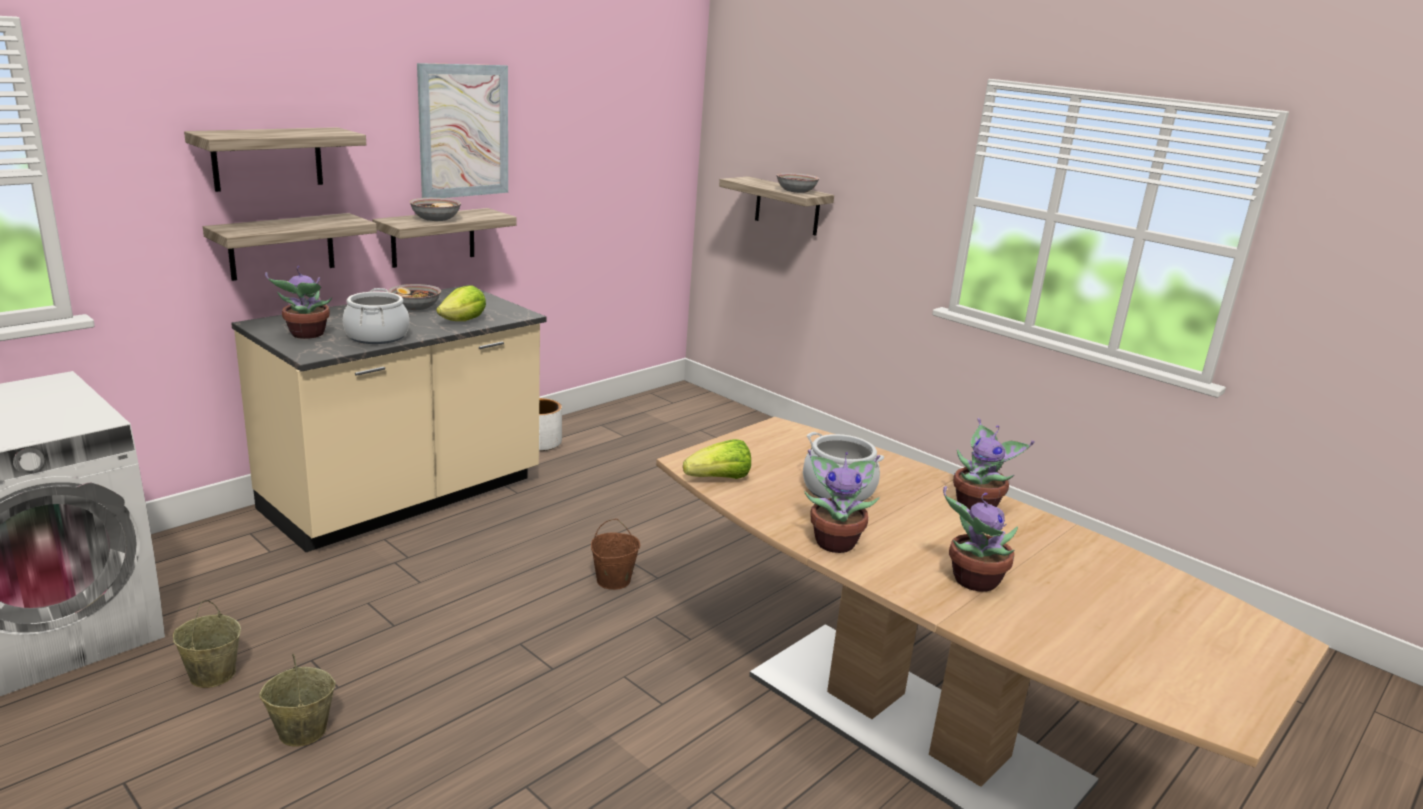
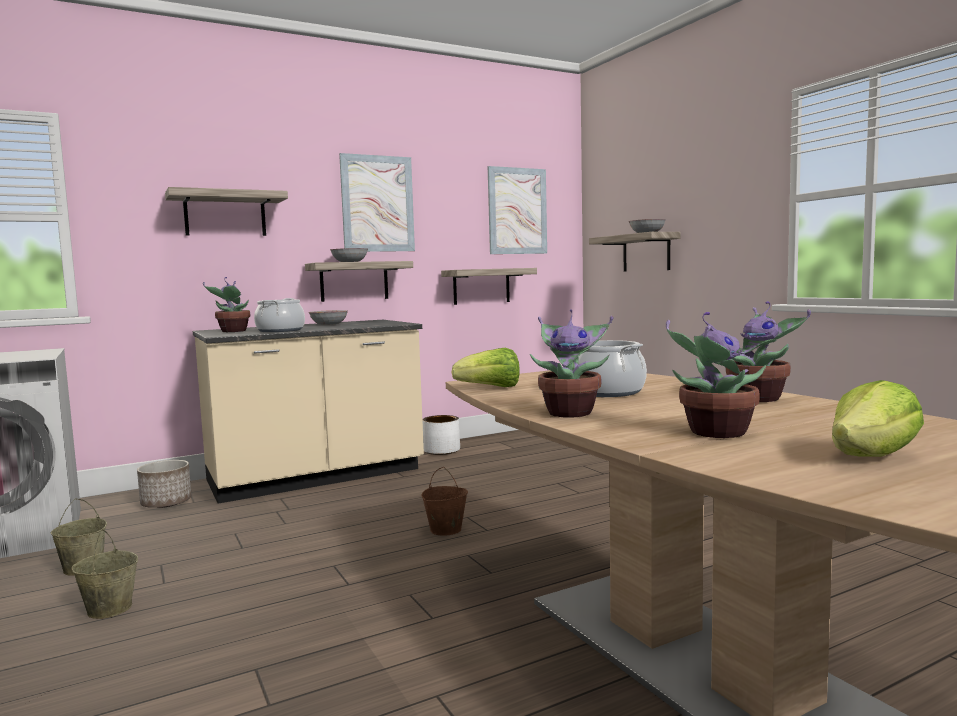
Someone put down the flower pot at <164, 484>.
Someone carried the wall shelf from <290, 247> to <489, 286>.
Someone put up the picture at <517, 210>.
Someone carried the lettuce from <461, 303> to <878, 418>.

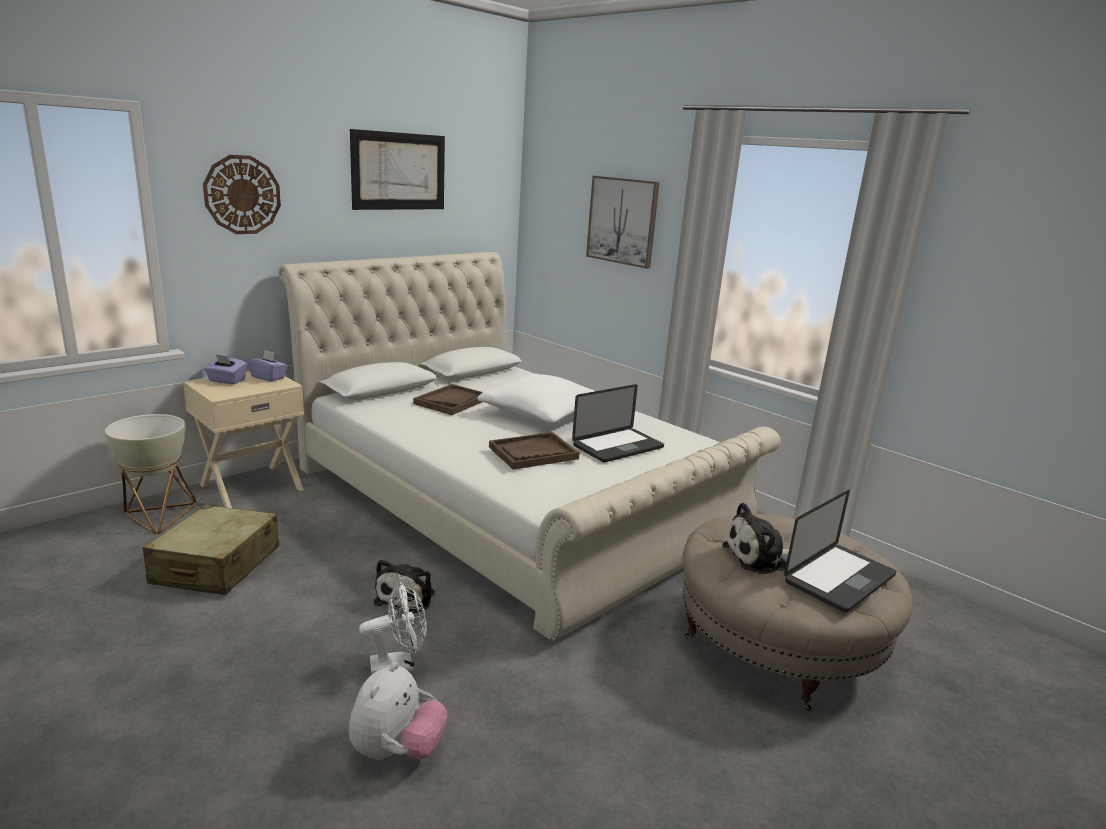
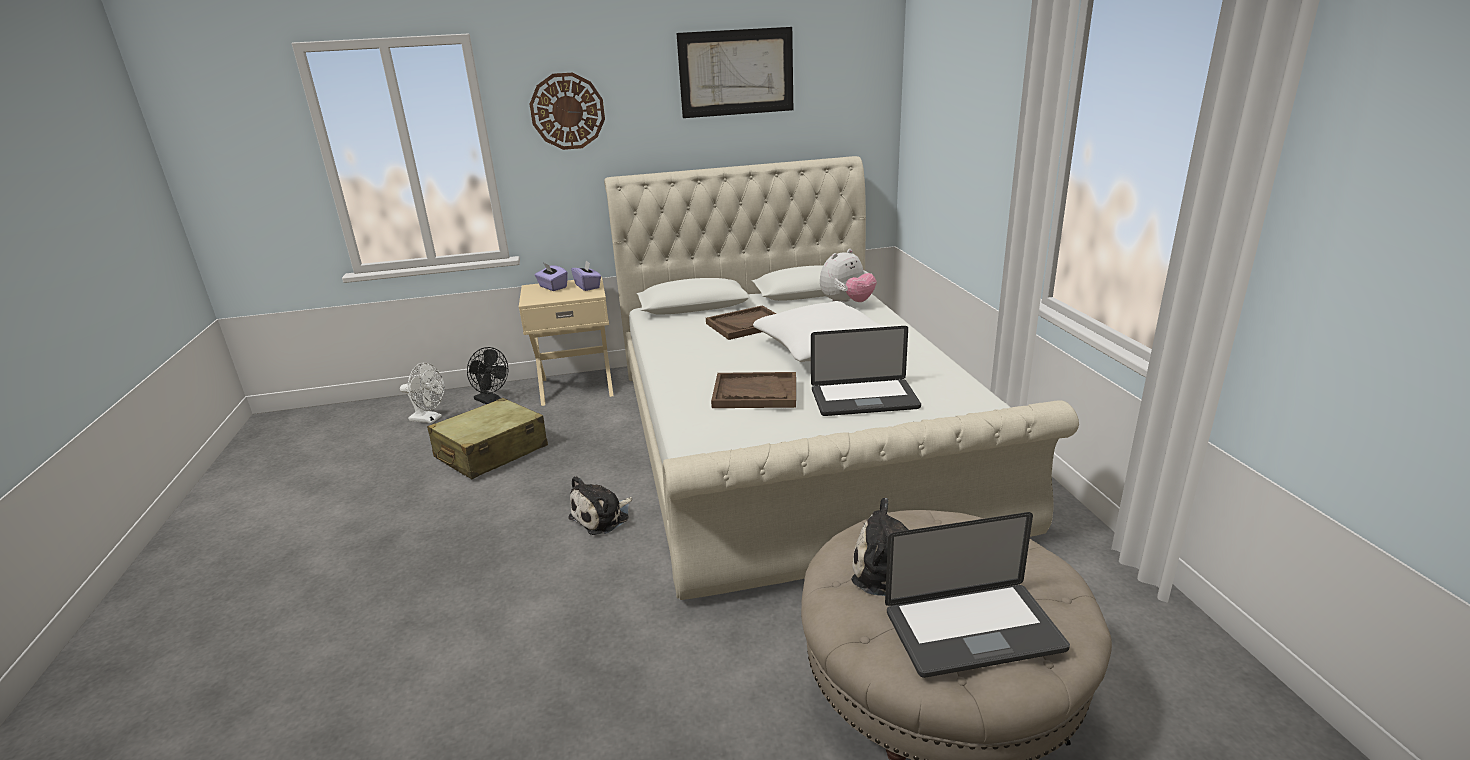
Someone carried the white electric fan from <393, 628> to <422, 392>.
Someone swapped the flower pot at <151, 474> for the black-coloured electric fan at <487, 375>.
Someone carried the soft toy from <398, 711> to <848, 275>.
Someone took away the picture at <623, 222>.

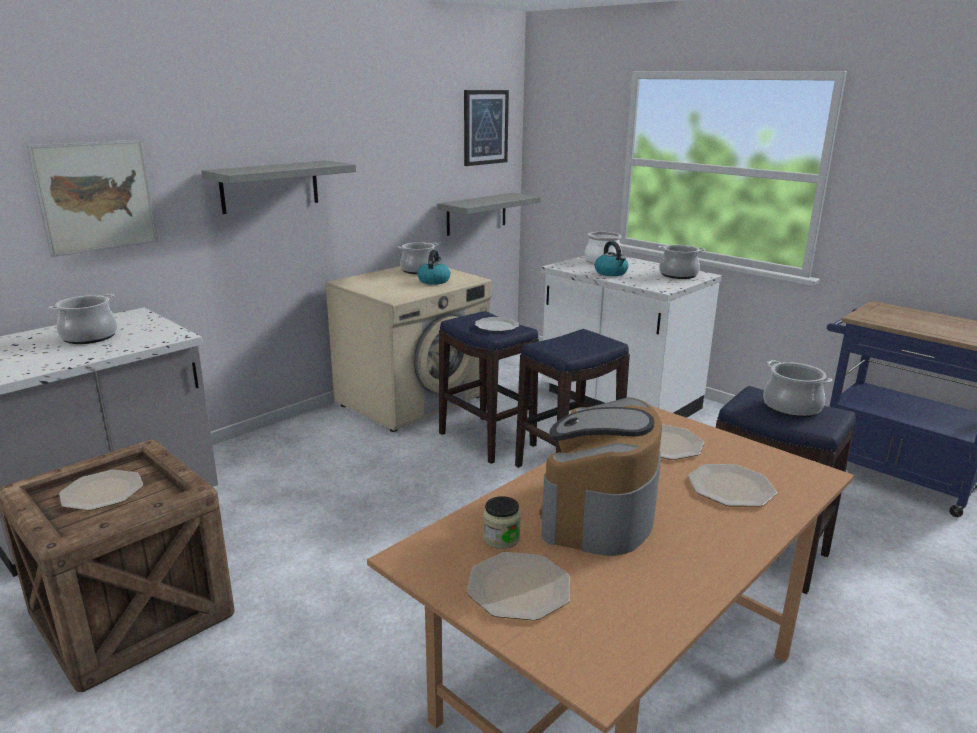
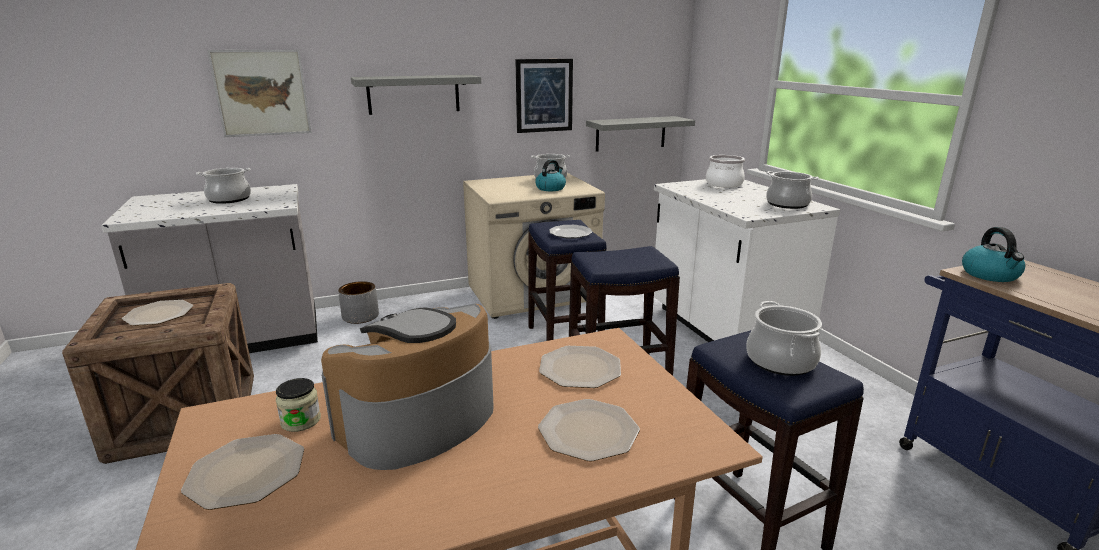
Someone put down the gray flower pot at <358, 302>.
Someone carried the picture from <486, 128> to <544, 96>.
Someone carried the water kettle from <612, 258> to <993, 254>.

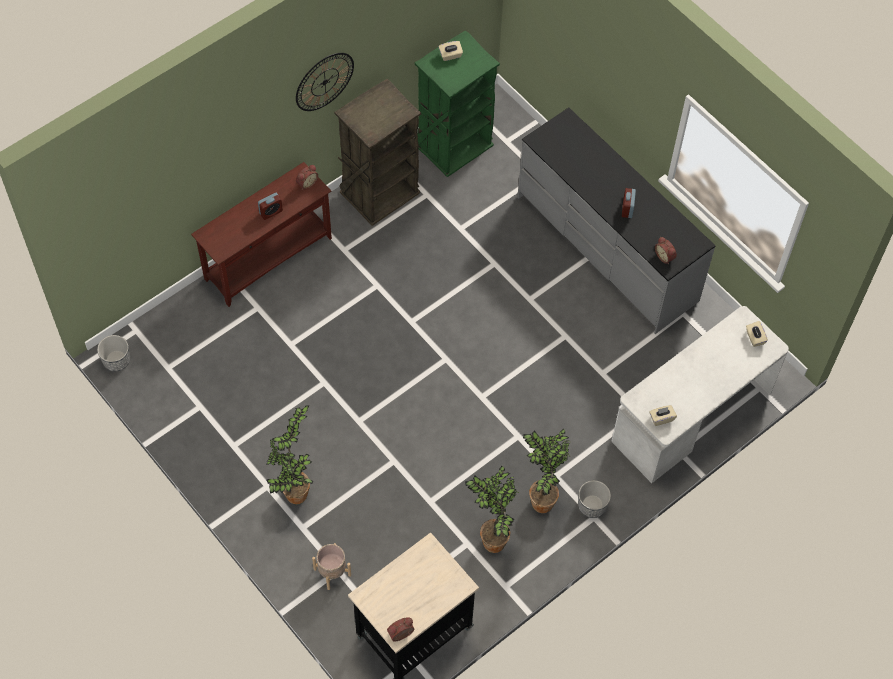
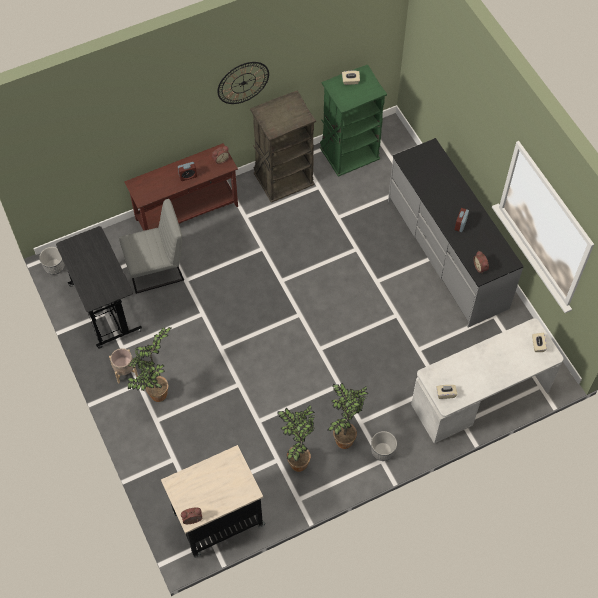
Someone put down the black-coloured desk at <99, 287>.
Someone carried the beige-coloured flower pot from <331, 566> to <123, 365>.
Someone put down the gray plain chair at <151, 246>.

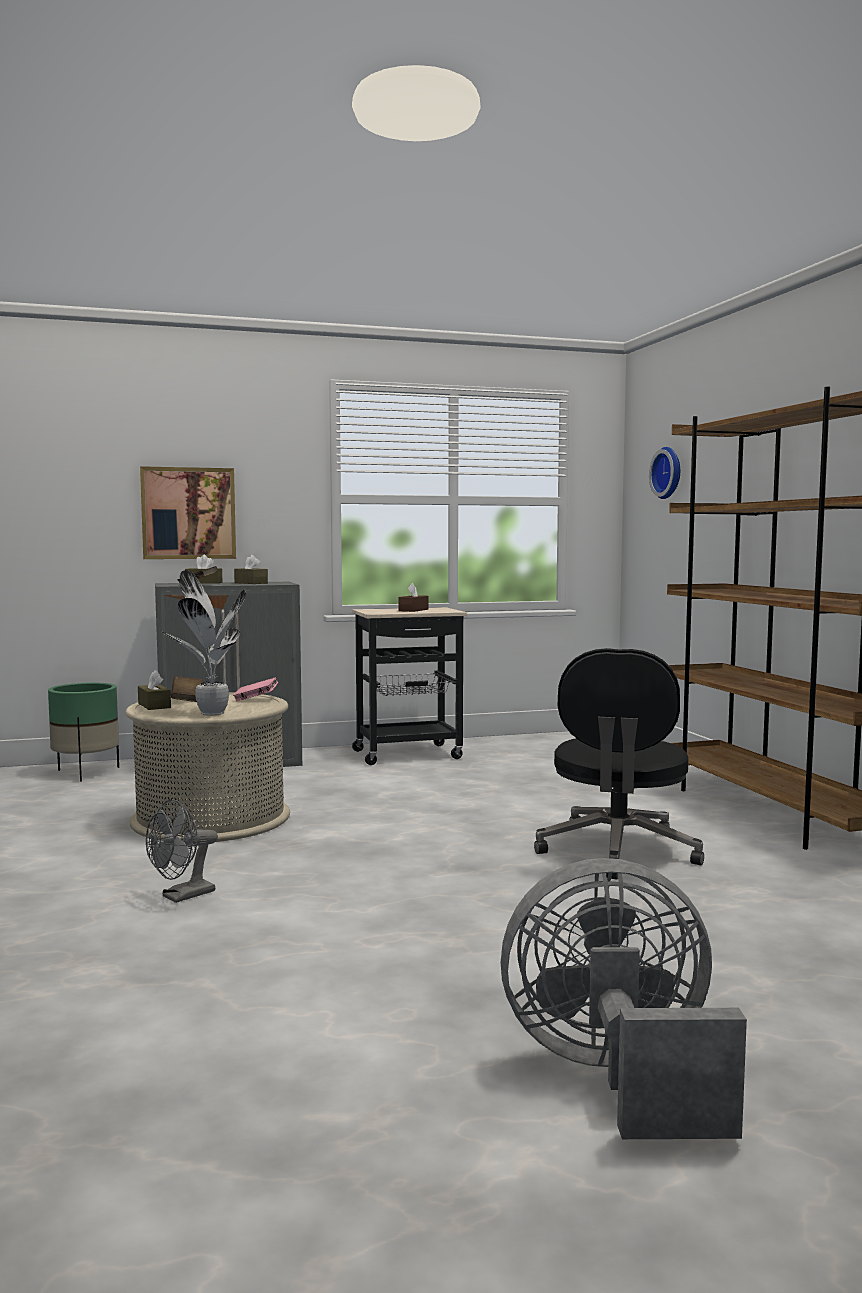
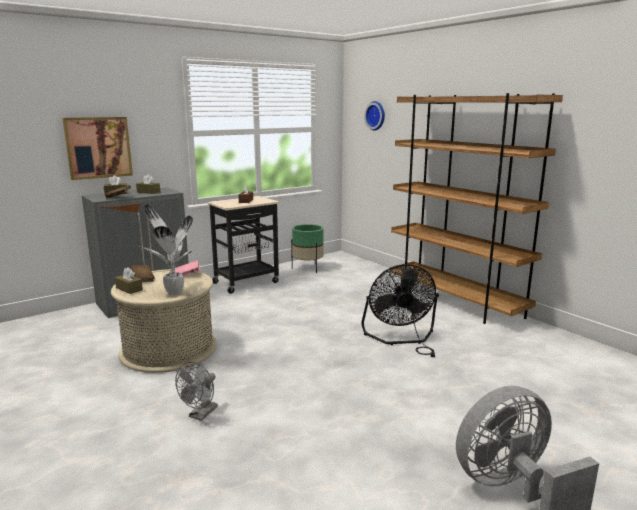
Someone carried the greenish flower pot from <83, 732> to <307, 248>.
Someone swapped the black-coloured desk chair at <619, 764> for the black-coloured electric fan at <400, 310>.

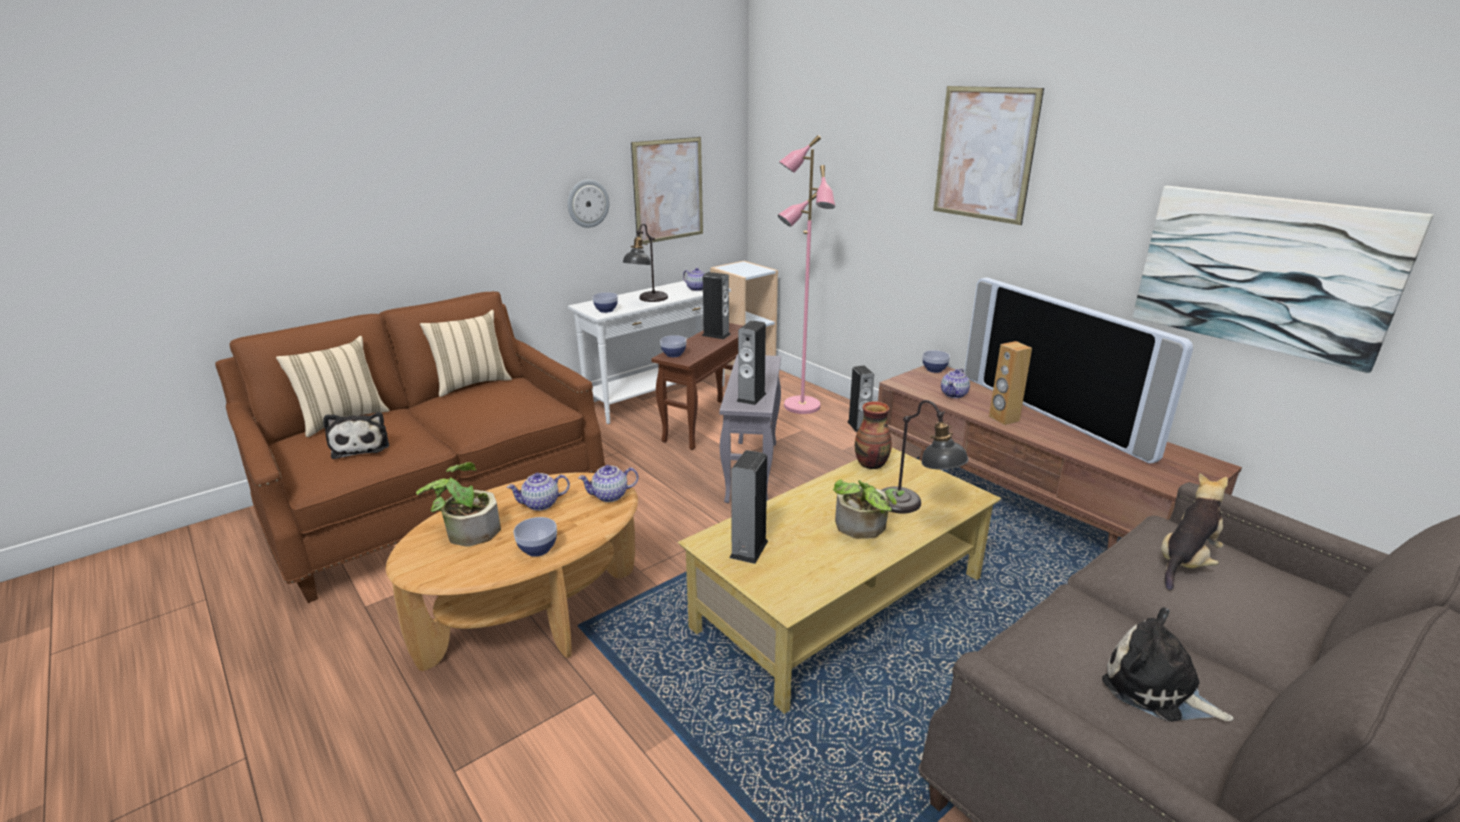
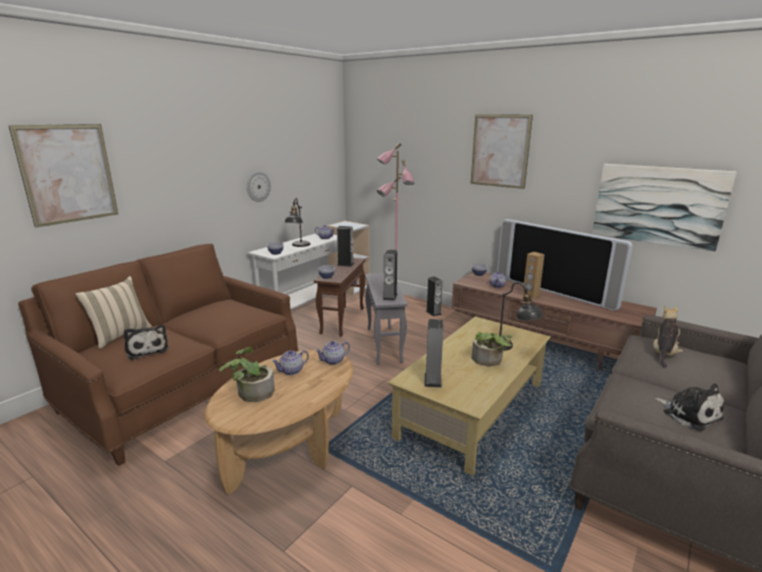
Someone carried the picture from <667, 190> to <63, 176>.
Someone rotated the soft toy at <1167, 665> by 150 degrees counterclockwise.
Someone took away the beige-coloured pillow at <466, 353>.
Someone took away the serving bowl at <535, 537>.
Someone took away the vase at <873, 435>.

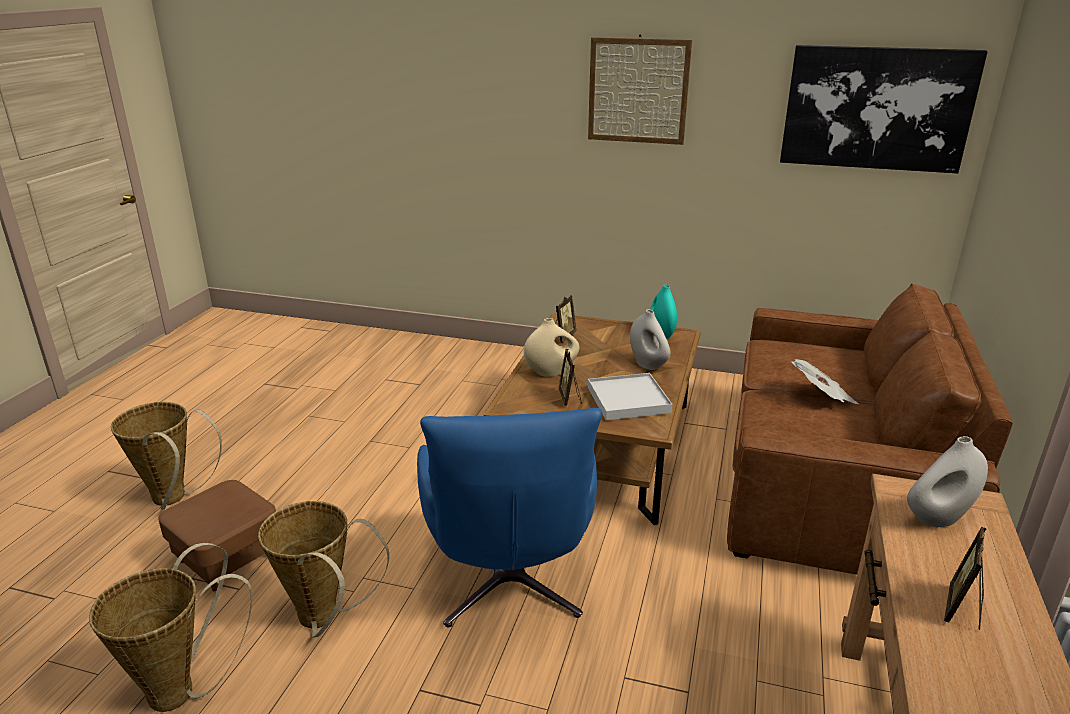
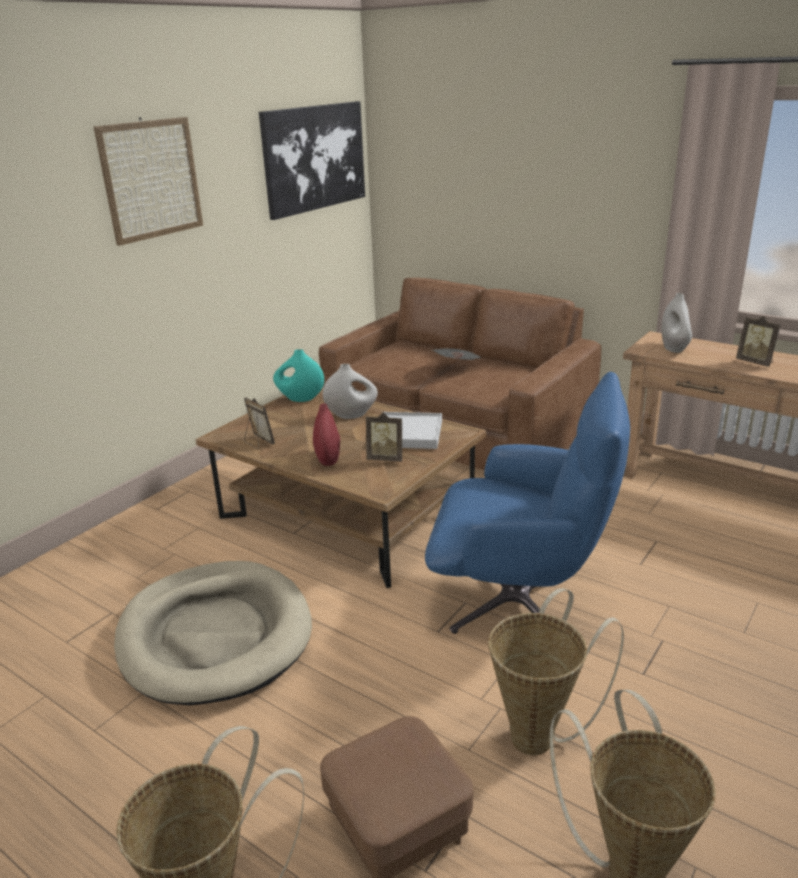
Someone put down the beige-coloured pet bed at <213, 633>.
Someone repainted the beige-coloured vase at <551, 347>, which became the red vase at <326, 435>.

